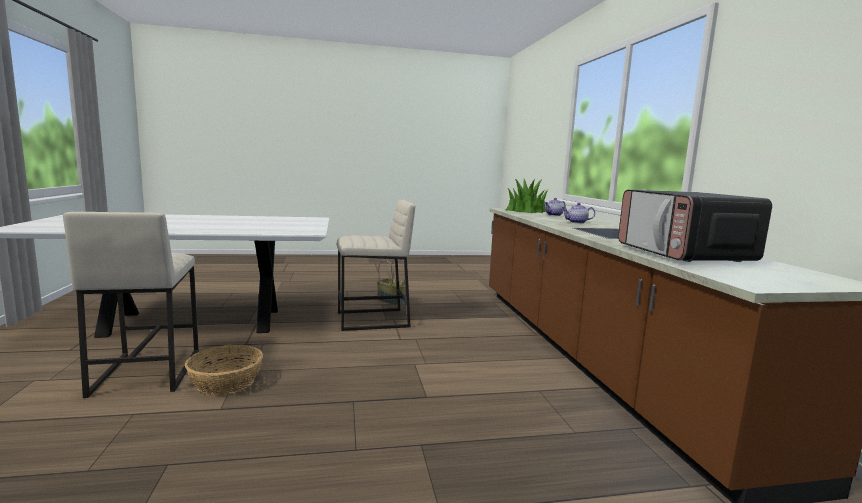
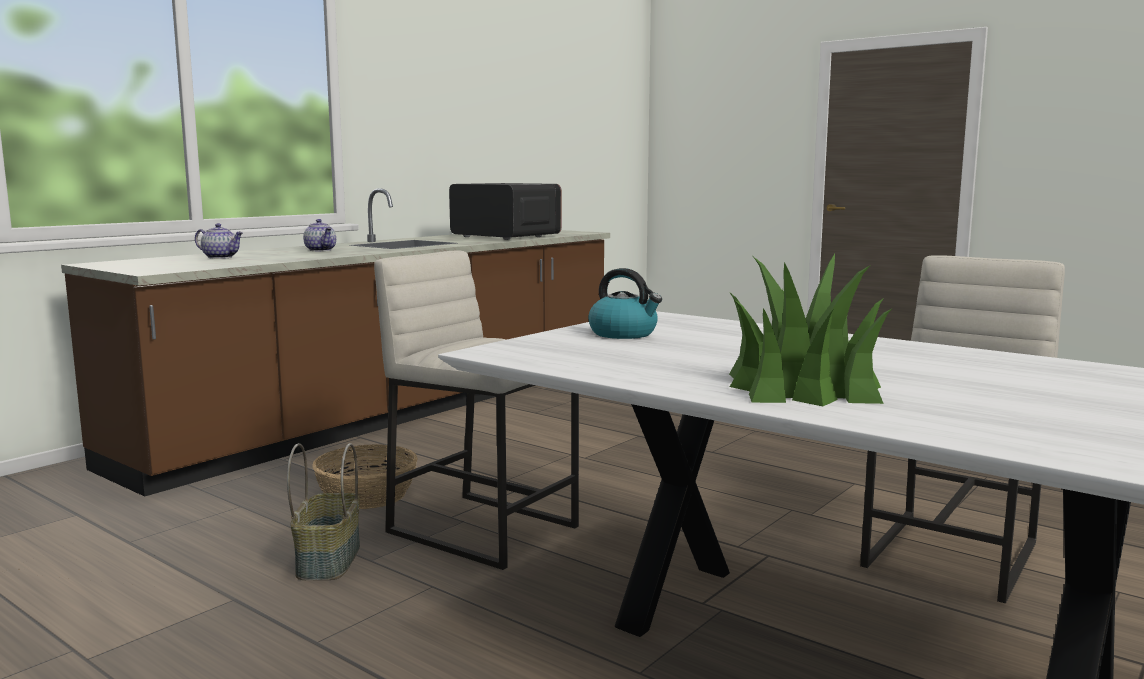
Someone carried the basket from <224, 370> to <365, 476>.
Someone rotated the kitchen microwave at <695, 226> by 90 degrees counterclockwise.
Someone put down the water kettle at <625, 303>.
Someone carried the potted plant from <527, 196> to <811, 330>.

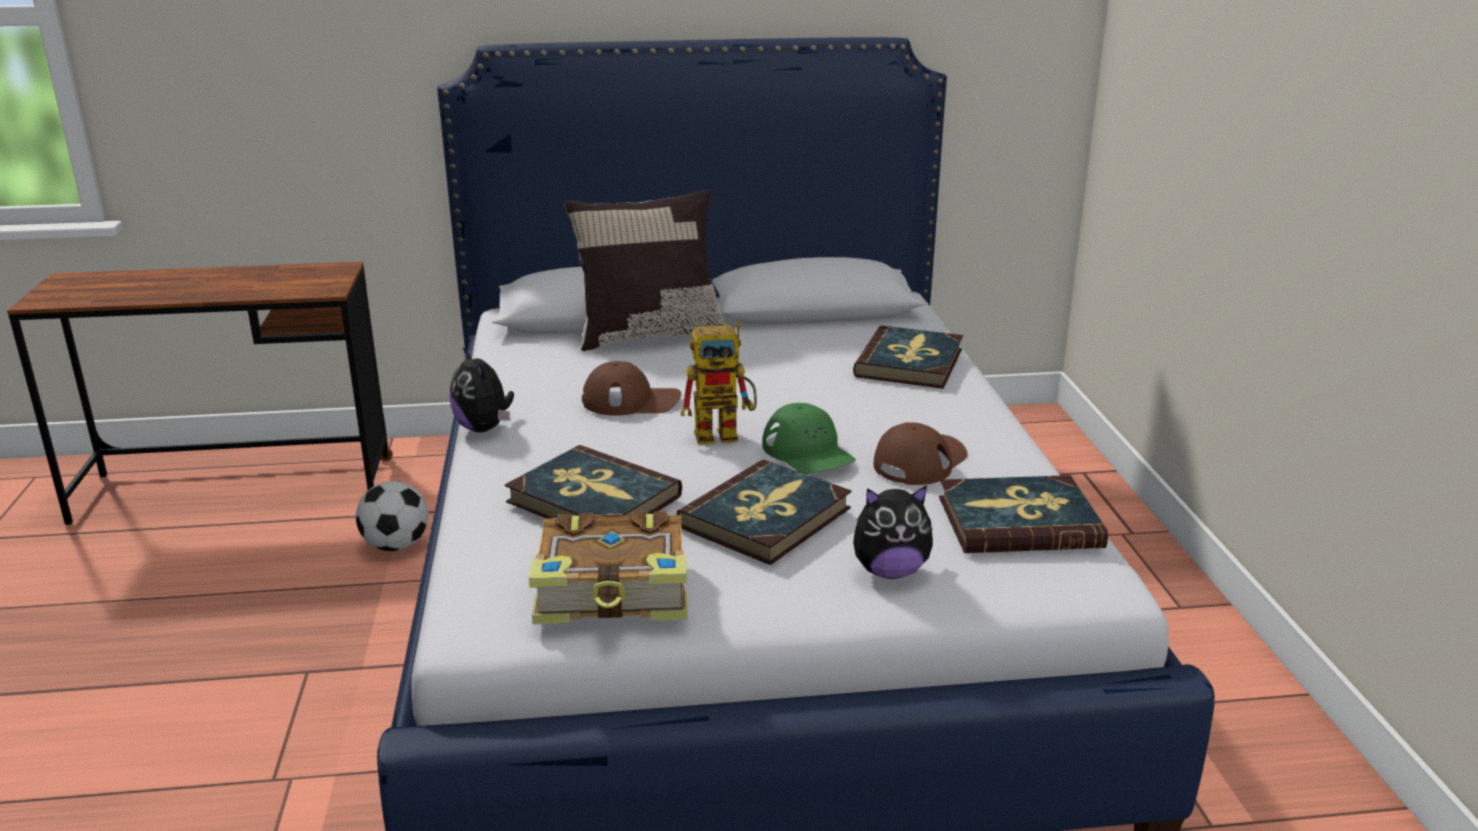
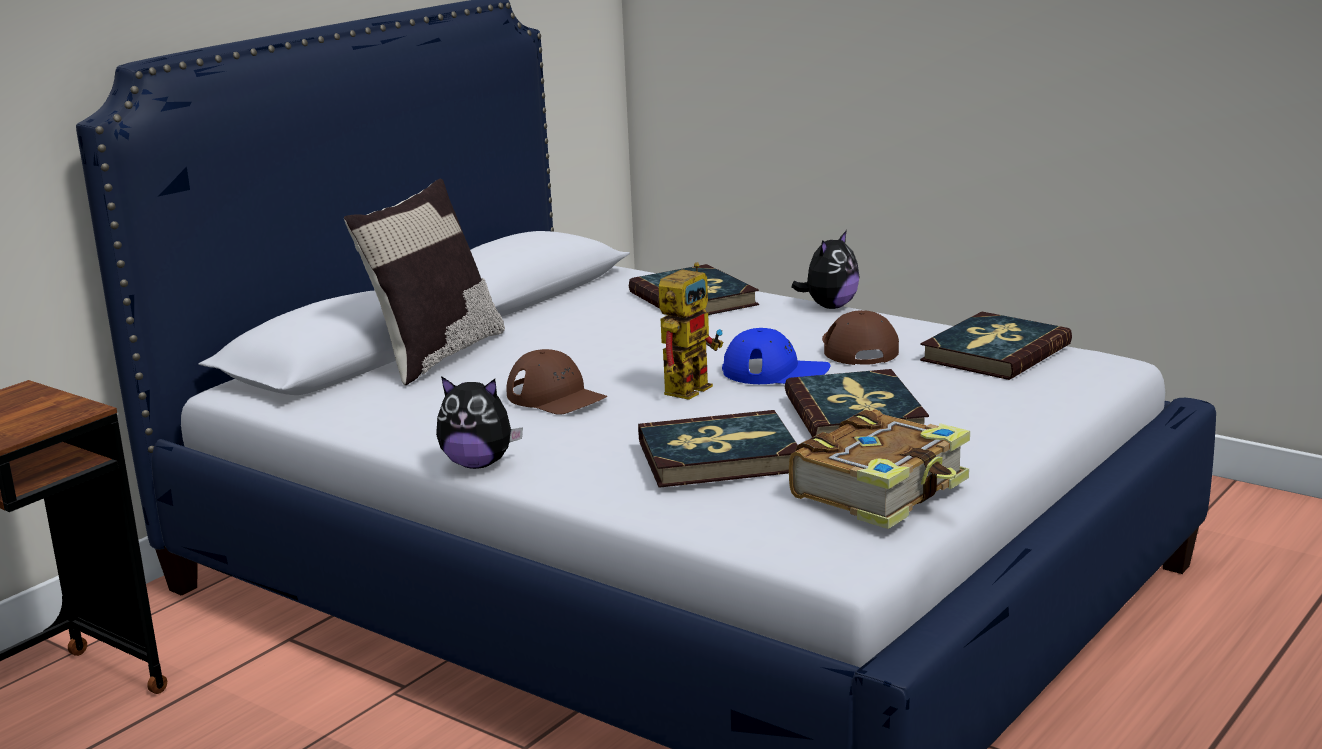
Someone rotated the brown-coloured peaked cap at <631, 388> by 90 degrees clockwise.
Someone repainted the greenish peaked cap at <809, 438>, which became the bluish peaked cap at <776, 356>.
Someone carried the soft toy from <893, 532> to <825, 269>.
Someone took away the football at <392, 516>.

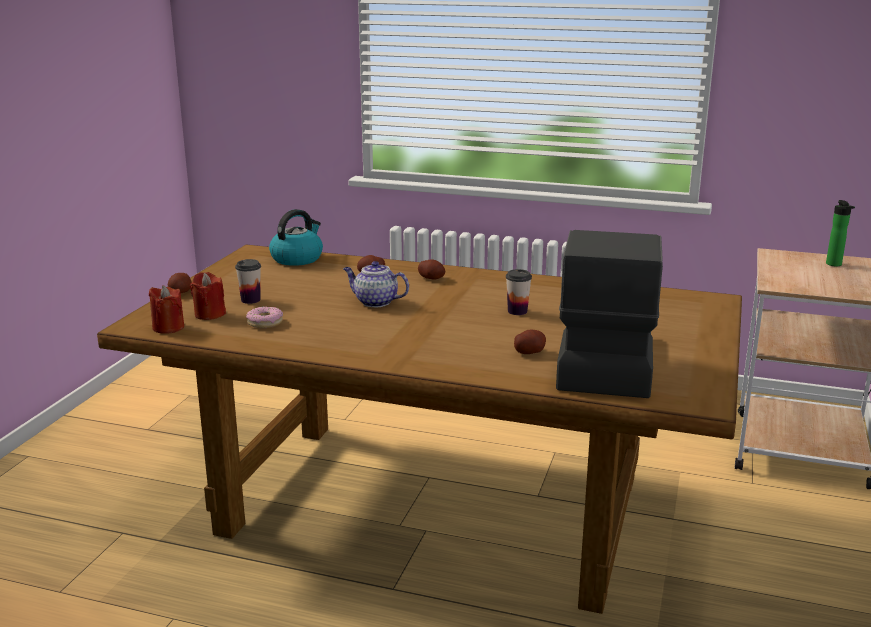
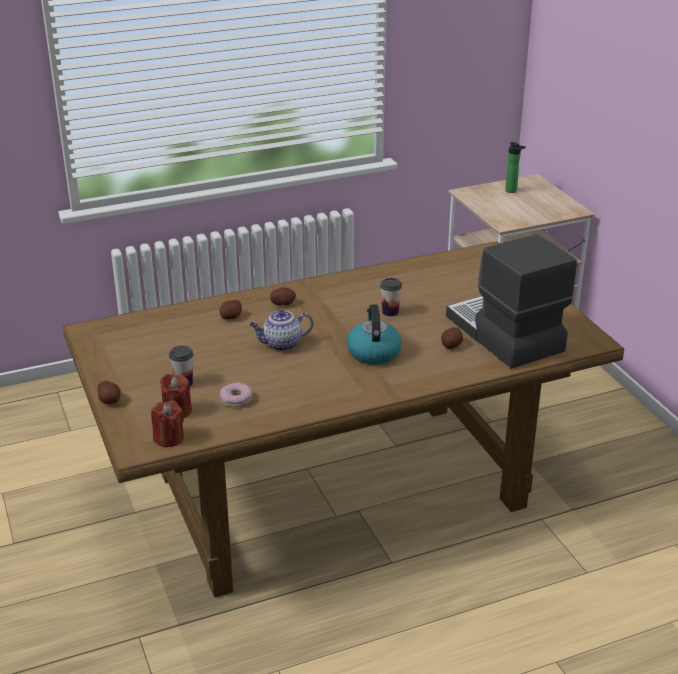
Someone carried the water kettle from <296, 237> to <374, 334>.

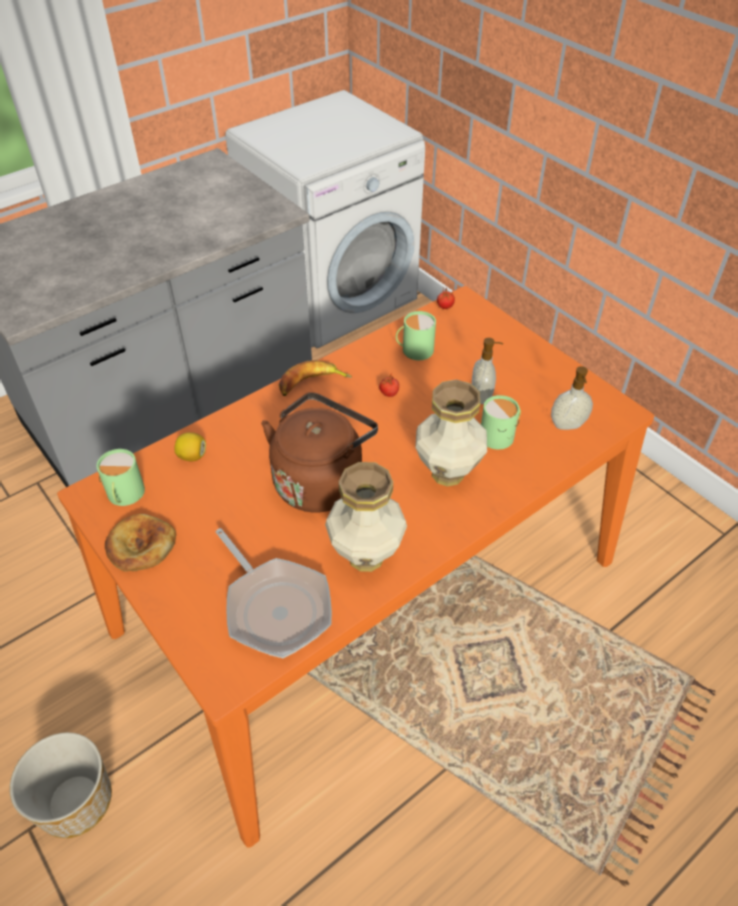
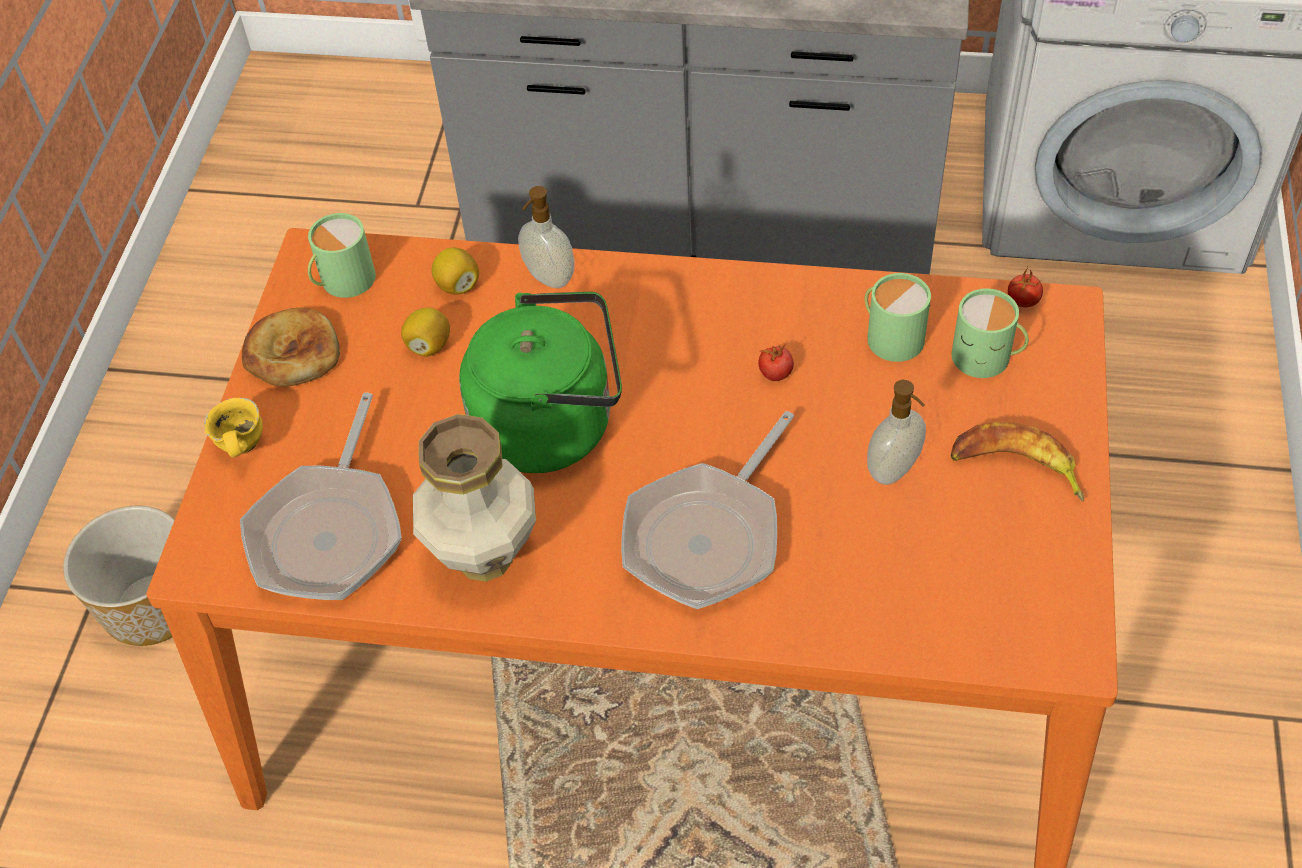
Someone put down the yellow-coloured tea mug at <233, 427>.
Someone put down the lemon at <425, 332>.
Someone repainted the brown-coloured water kettle at <319, 452>, which became the greenish water kettle at <540, 382>.
Someone carried the liquid soap bottle from <572, 398> to <546, 237>.
Someone swapped the vase at <451, 433> for the frying pan at <707, 510>.
Someone carried the greenish tea mug from <501, 422> to <990, 333>.
Someone carried the whole banana from <315, 378> to <1017, 462>.

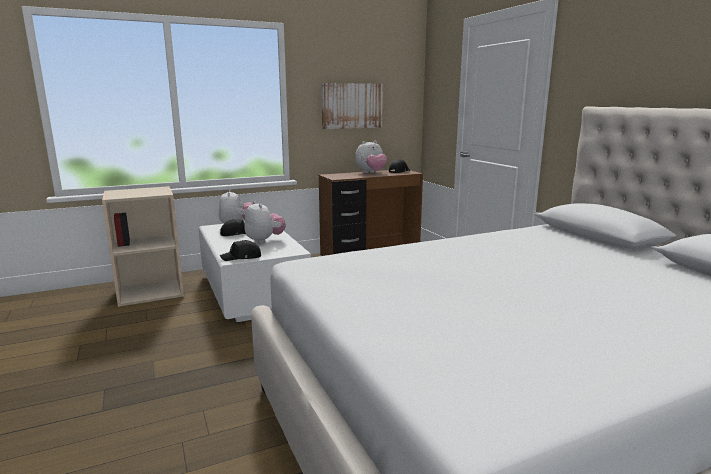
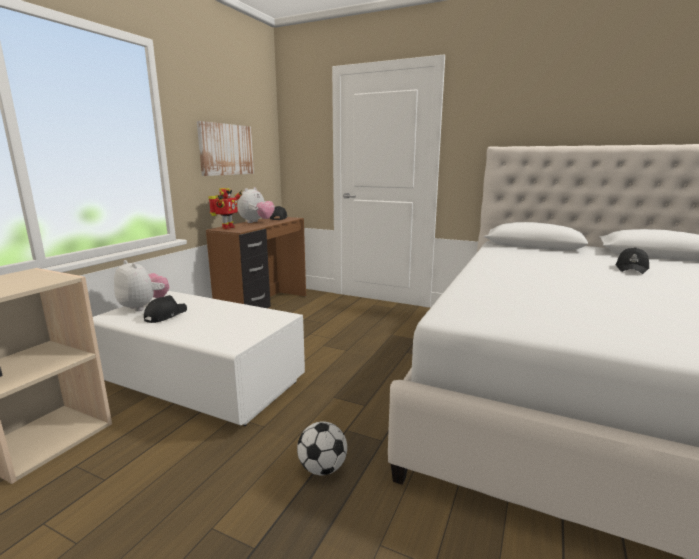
Someone put down the toy robot at <225, 208>.
Someone put down the football at <322, 448>.
Someone carried the black-coloured peaked cap from <240, 250> to <632, 260>.
Someone took away the soft toy at <265, 222>.

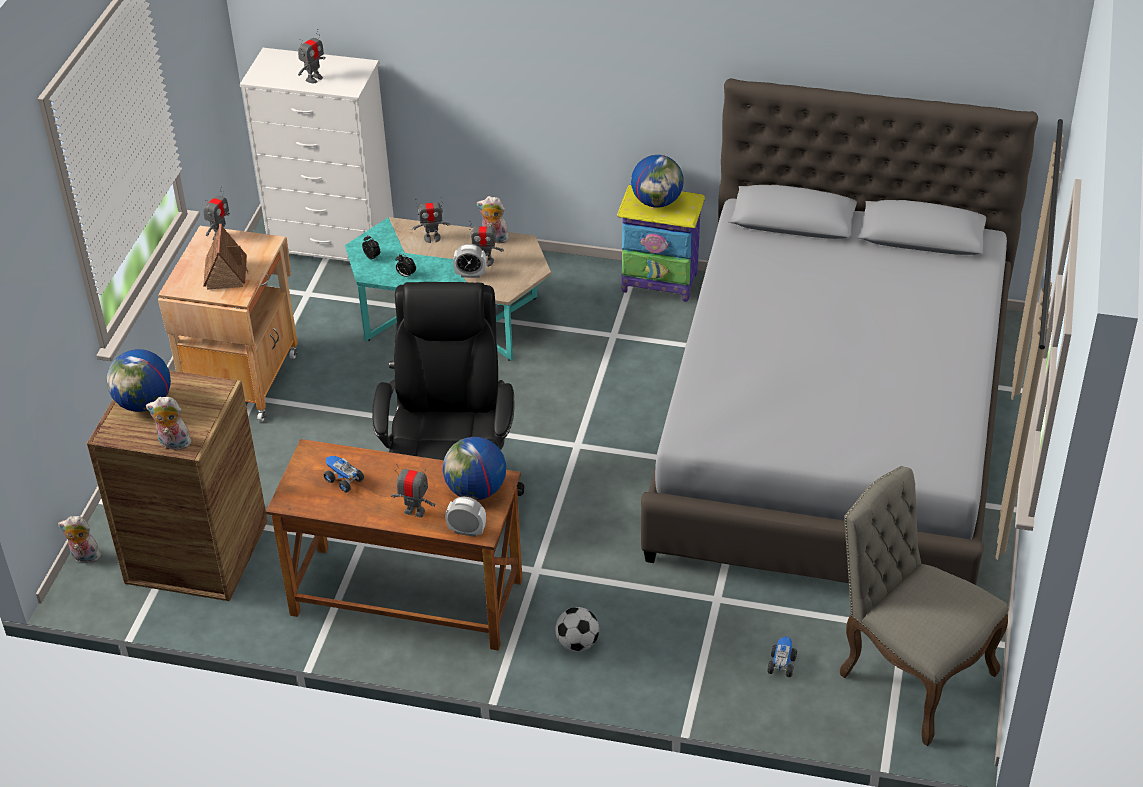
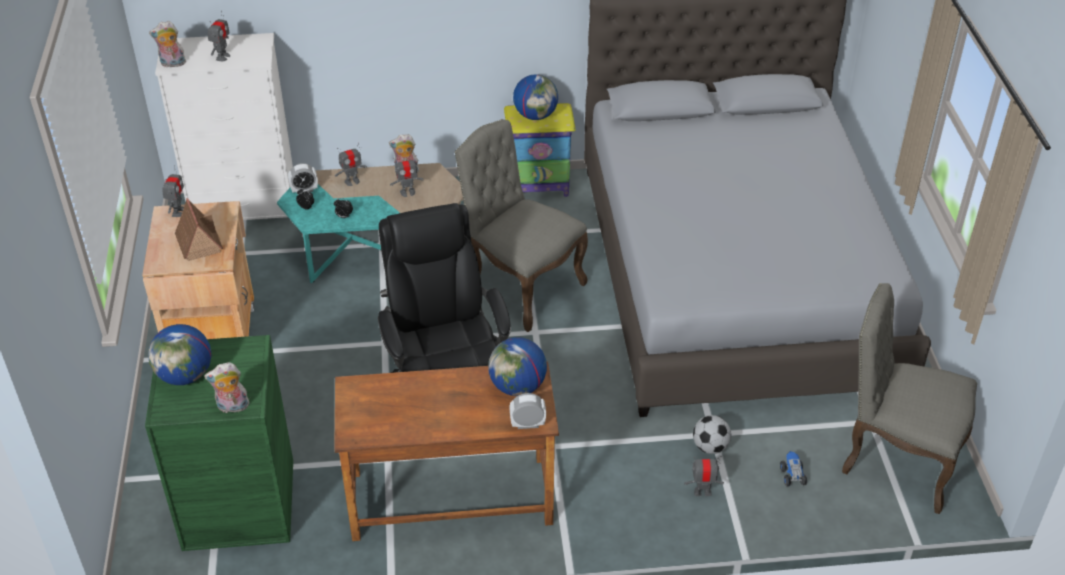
Someone repainted the brown-coloured storage cabinet at <177, 485>, which became the greenish storage cabinet at <219, 443>.
Someone carried the soft toy from <80, 539> to <167, 44>.
Someone carried the bedside clock from <469, 261> to <303, 178>.
Someone put down the gray plain chair at <521, 225>.
Someone carried the toy robot from <413, 491> to <704, 476>.
Someone carried the football from <577, 629> to <712, 434>.
Someone took away the toy truck at <344, 474>.

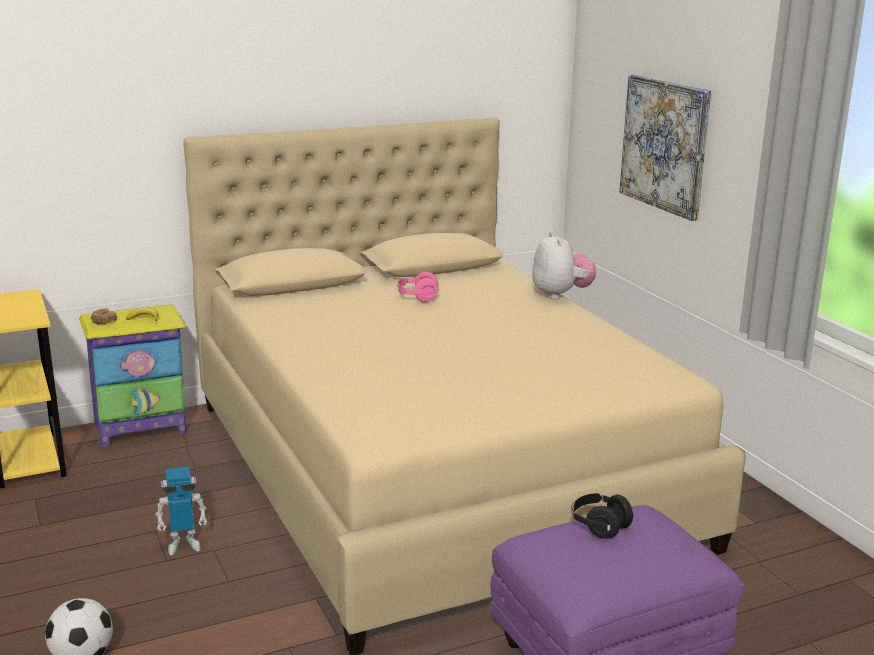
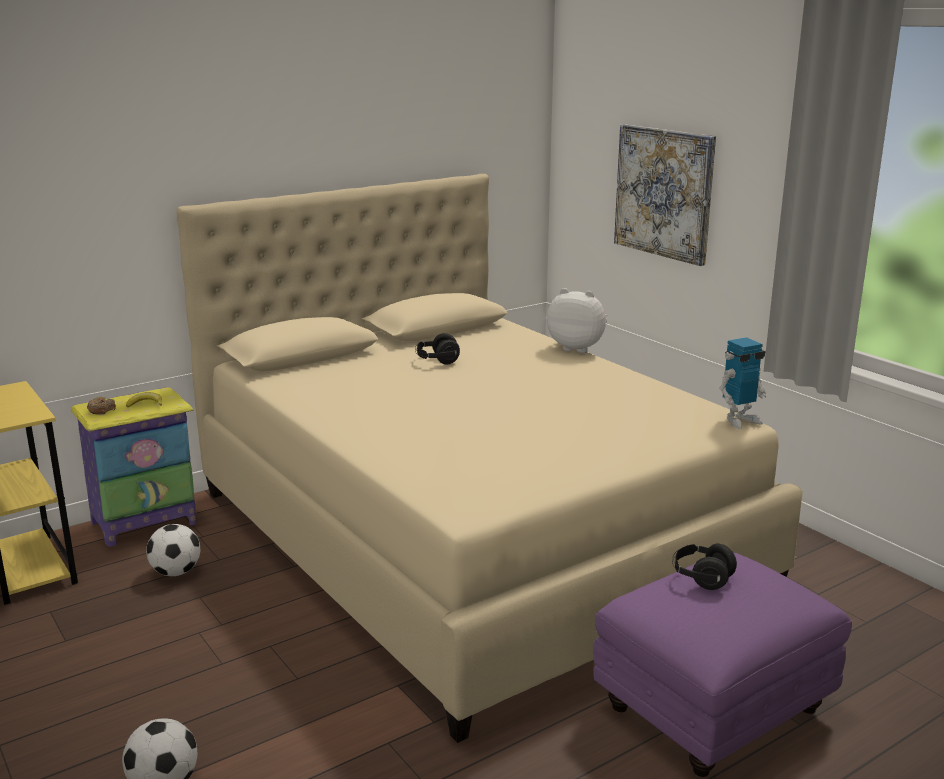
Someone put down the football at <173, 550>.
Someone repainted the pinkish headphones at <417, 287>, which became the black-coloured headphones at <437, 349>.
Someone rotated the soft toy at <564, 265> by 45 degrees counterclockwise.
Someone carried the toy robot from <181, 511> to <743, 383>.

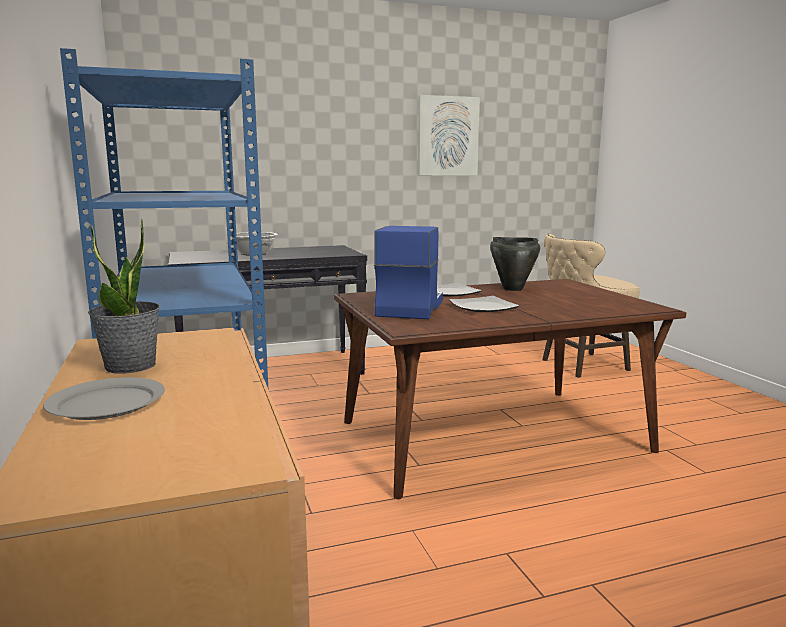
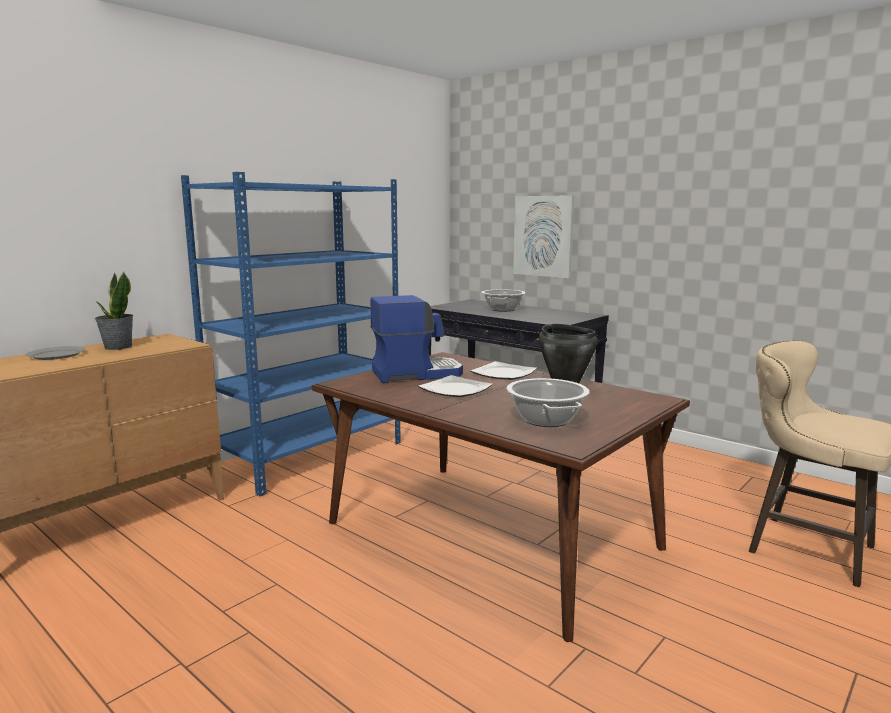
Someone put down the saucepot at <548, 402>.
Someone carried the picture from <449, 135> to <543, 236>.

